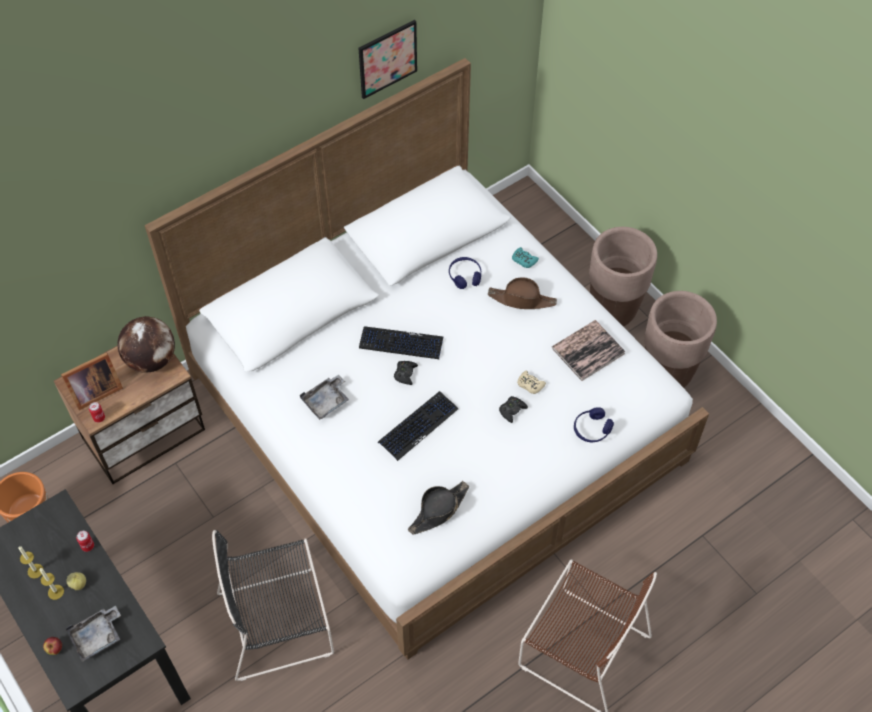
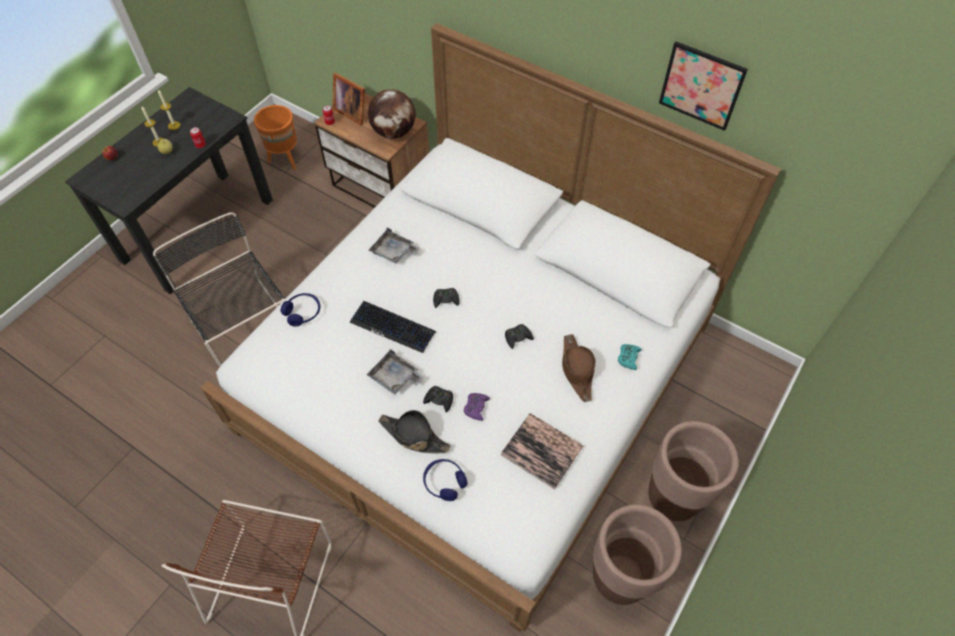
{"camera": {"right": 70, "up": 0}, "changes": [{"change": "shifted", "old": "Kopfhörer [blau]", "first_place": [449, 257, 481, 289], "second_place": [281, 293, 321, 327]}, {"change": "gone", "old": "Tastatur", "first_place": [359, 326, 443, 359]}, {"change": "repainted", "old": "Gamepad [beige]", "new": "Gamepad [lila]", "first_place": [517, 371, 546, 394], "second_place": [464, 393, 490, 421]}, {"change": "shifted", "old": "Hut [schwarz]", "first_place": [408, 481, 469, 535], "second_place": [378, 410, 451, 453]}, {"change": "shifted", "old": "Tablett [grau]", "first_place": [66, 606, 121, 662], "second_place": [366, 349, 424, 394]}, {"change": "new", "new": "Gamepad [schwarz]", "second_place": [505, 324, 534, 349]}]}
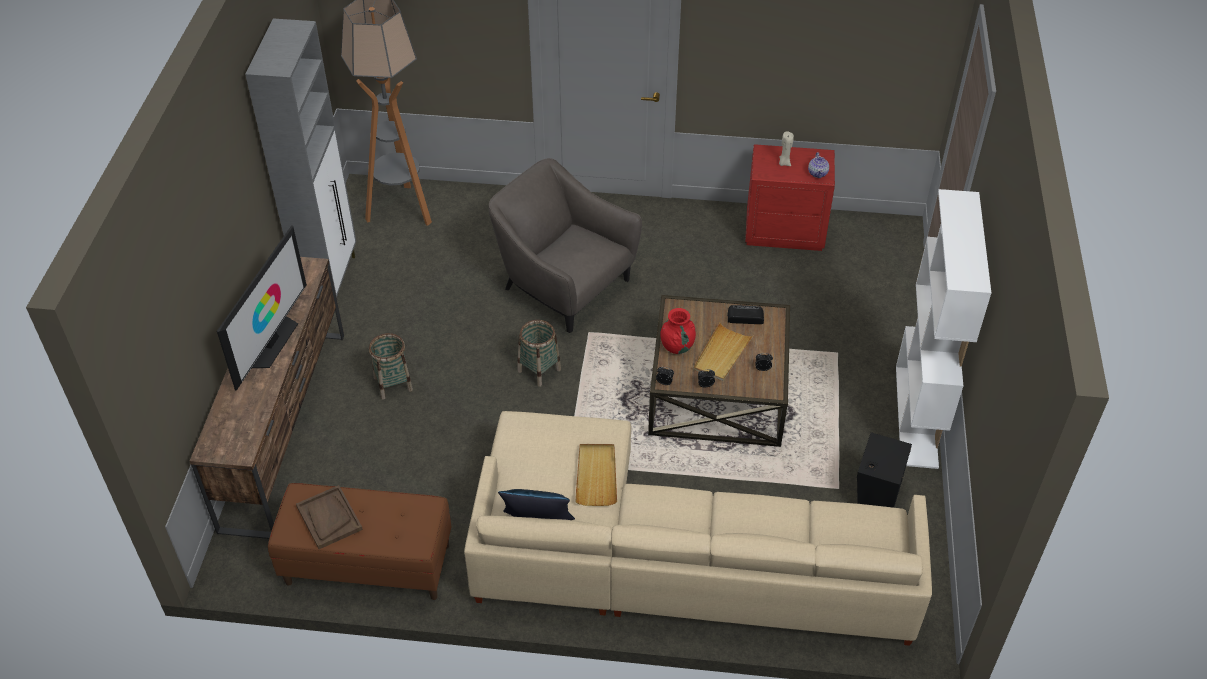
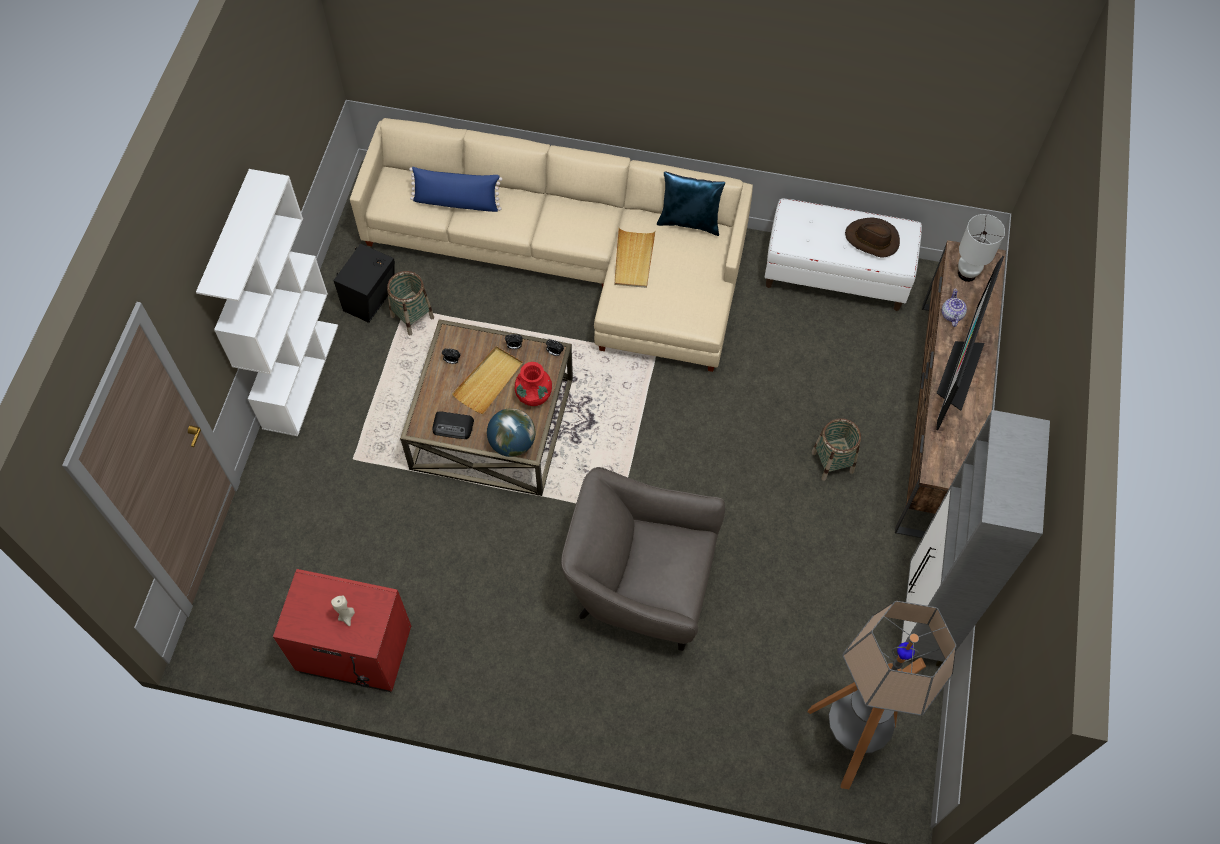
{"camera": {"right": -175, "up": 15}, "changes": [{"change": "shifted", "old": "Teekanne", "first_place": [808, 152, 829, 178], "second_place": [941, 288, 967, 327]}, {"change": "rotated", "old": "Sessel [grau]", "first_place": [489, 158, 642, 333], "second_place": [561, 467, 725, 651], "degrees": 150}, {"change": "shifted", "old": "Korb", "first_place": [517, 320, 561, 387], "second_place": [387, 271, 434, 335]}, {"change": "repainted", "old": "Bank [braun]", "new": "Bank [weiß]", "first_place": [268, 483, 451, 600], "second_place": [764, 198, 922, 311]}, {"change": "swapped", "old": "Tablett [braun]", "new": "Hut [braun]", "first_place": [296, 485, 363, 549], "second_place": [845, 217, 900, 258]}, {"change": "new", "new": "Kissen [blau]", "second_place": [409, 167, 502, 212]}, {"change": "new", "new": "Tischlampe [weiß]", "second_place": [958, 214, 1005, 282]}, {"change": "new", "new": "Globus", "second_place": [487, 408, 535, 457]}]}
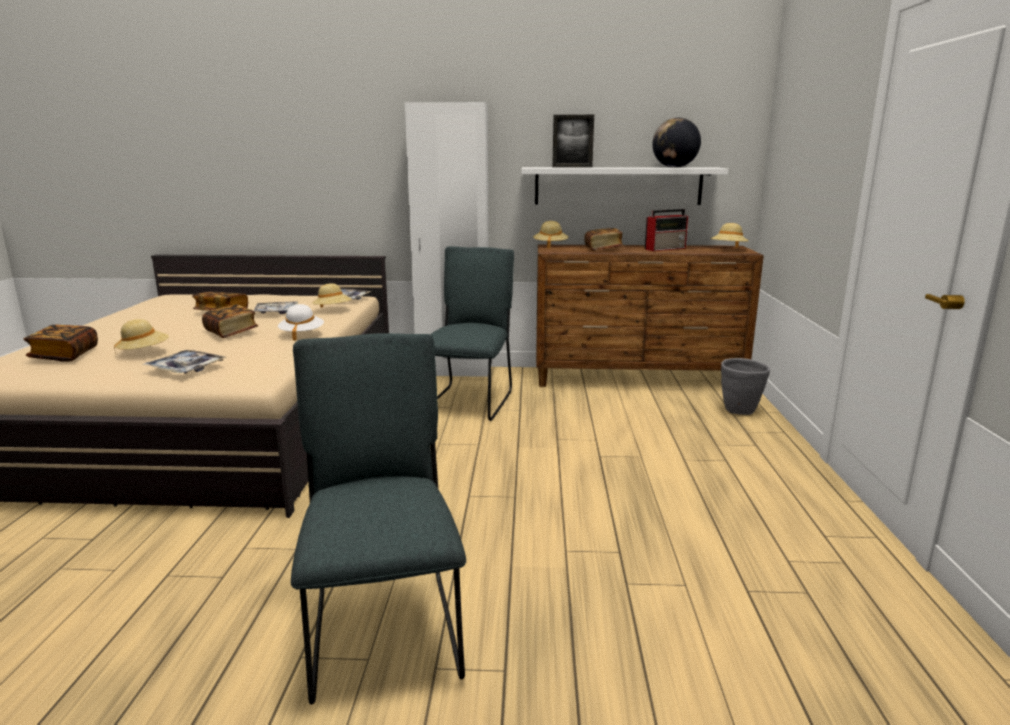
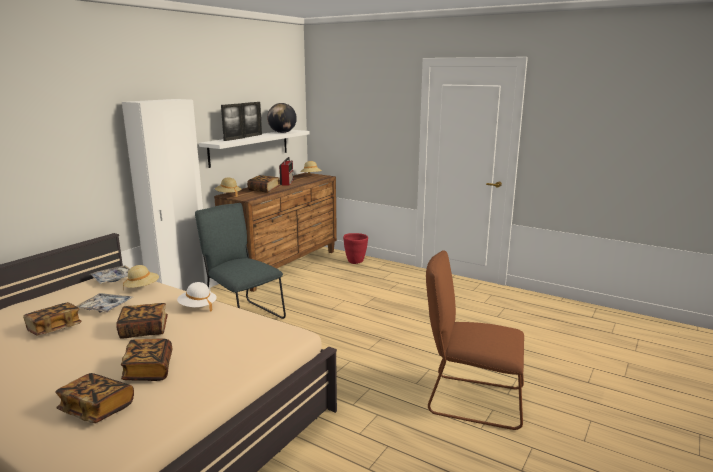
{"camera": {"right": -60, "up": 0}, "changes": [{"change": "swapped", "old": "Hut [beige]", "new": "Buch", "first_place": [114, 319, 169, 355], "second_place": [121, 339, 172, 381]}, {"change": "repainted", "old": "Stuhl [grau]", "new": "Stuhl [braun]", "first_place": [291, 333, 466, 705], "second_place": [426, 250, 524, 430]}, {"change": "gone", "old": "Tablett", "first_place": [142, 350, 227, 374]}, {"change": "repainted", "old": "Pflanzkübel [grau]", "new": "Pflanzkübel [rot]", "first_place": [721, 358, 770, 415], "second_place": [343, 233, 368, 264]}, {"change": "new", "new": "Bilderrahmen", "second_place": [243, 102, 262, 138]}]}
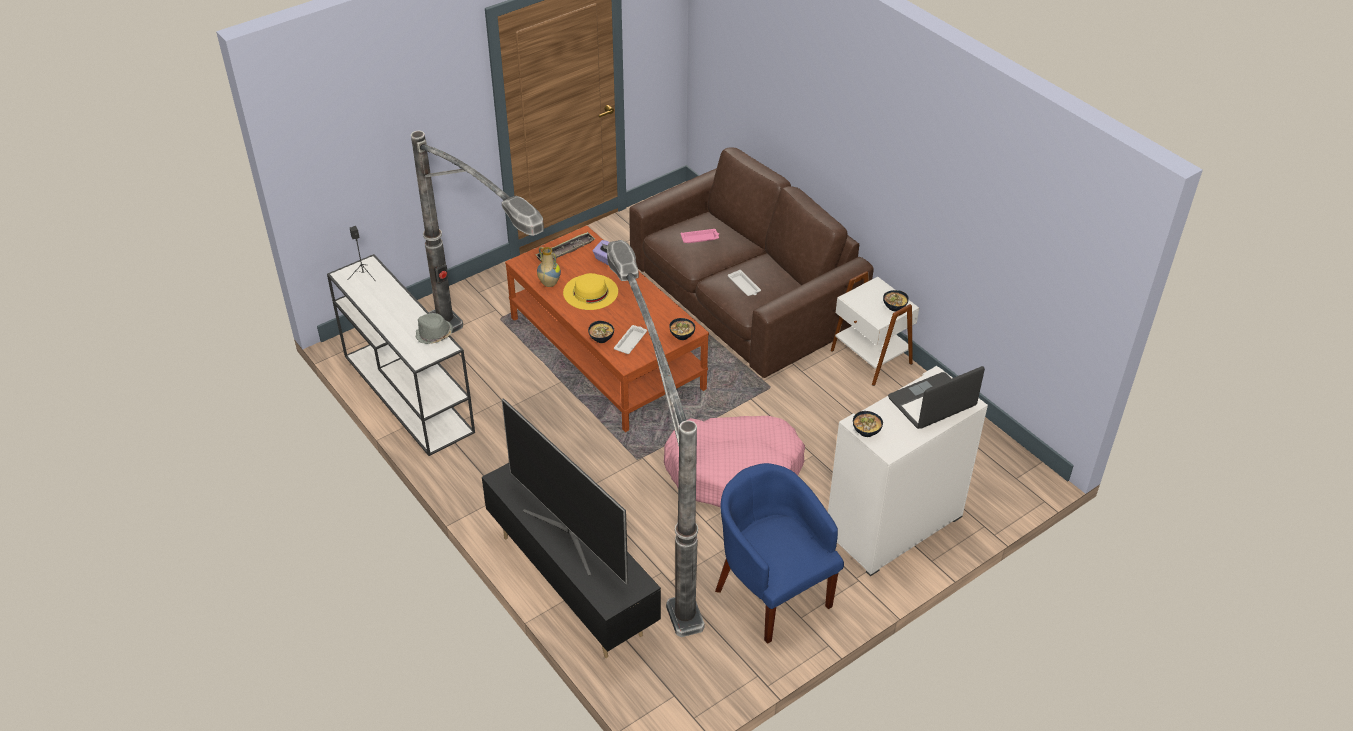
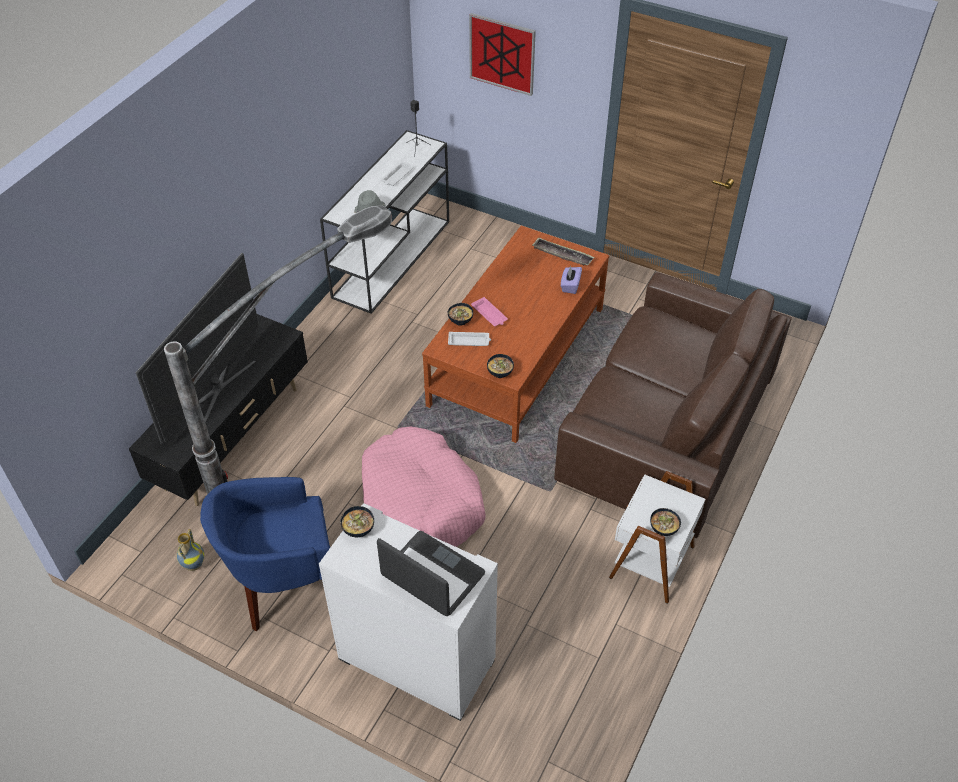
{"camera": {"right": 65, "up": 5}, "changes": [{"change": "gone", "old": "Stehlampe", "first_place": [411, 131, 544, 334]}, {"change": "shifted", "old": "Tablett [rosa]", "first_place": [681, 229, 719, 243], "second_place": [471, 297, 508, 326]}, {"change": "shifted", "old": "Vase", "first_place": [537, 247, 561, 287], "second_place": [176, 529, 204, 571]}, {"change": "shifted", "old": "Tablett [weiß]", "first_place": [728, 270, 761, 296], "second_place": [381, 161, 414, 186]}, {"change": "gone", "old": "Hut [gelb]", "first_place": [563, 273, 618, 310]}, {"change": "rotated", "old": "Sessel [blau]", "first_place": [715, 463, 844, 644], "second_place": [200, 477, 330, 632], "degrees": -135}, {"change": "new", "new": "Bild", "second_place": [469, 13, 536, 96]}]}
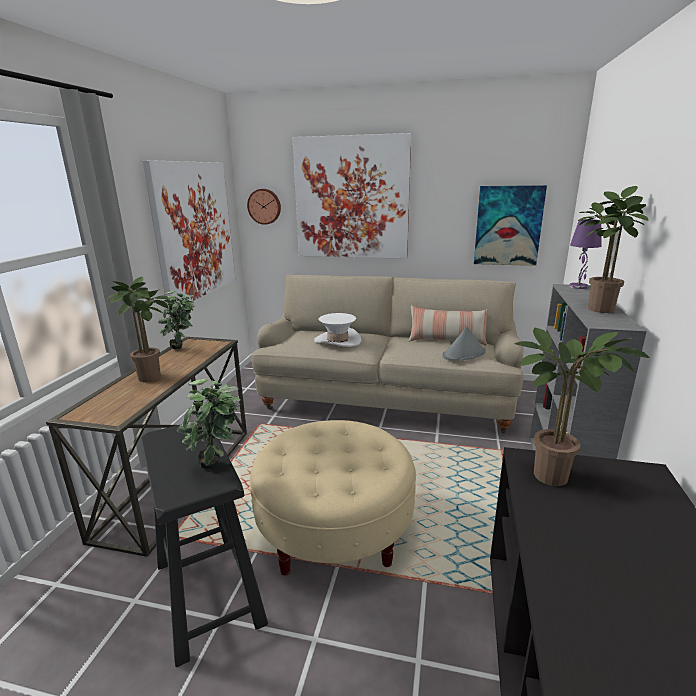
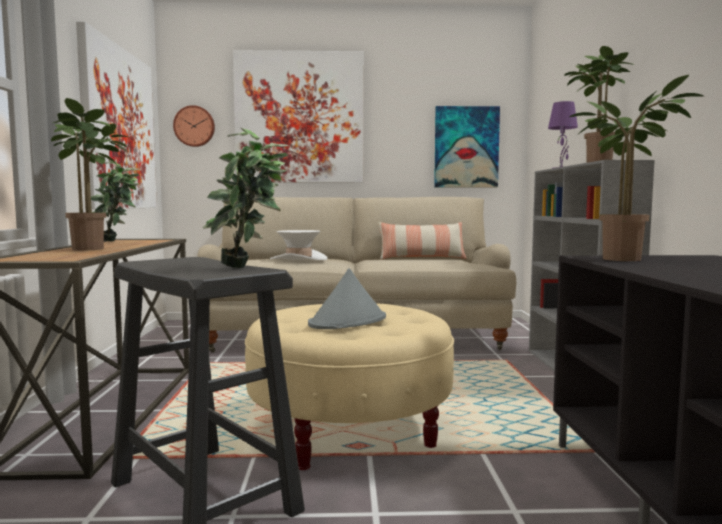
{"camera": {"right": -15, "up": -15}, "changes": [{"change": "shifted", "old": "Hut [grau]", "first_place": [443, 327, 486, 361], "second_place": [308, 268, 386, 329]}]}
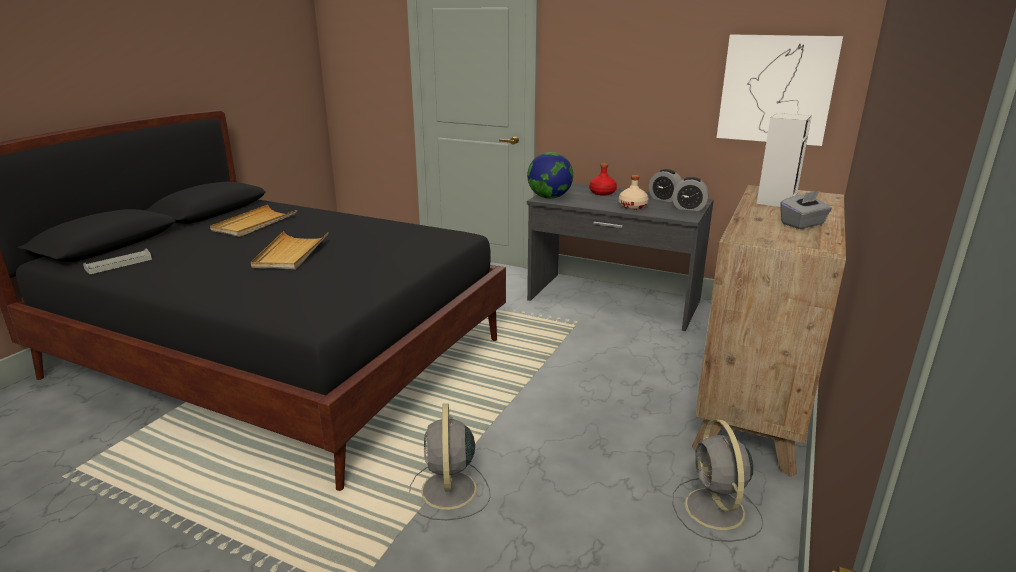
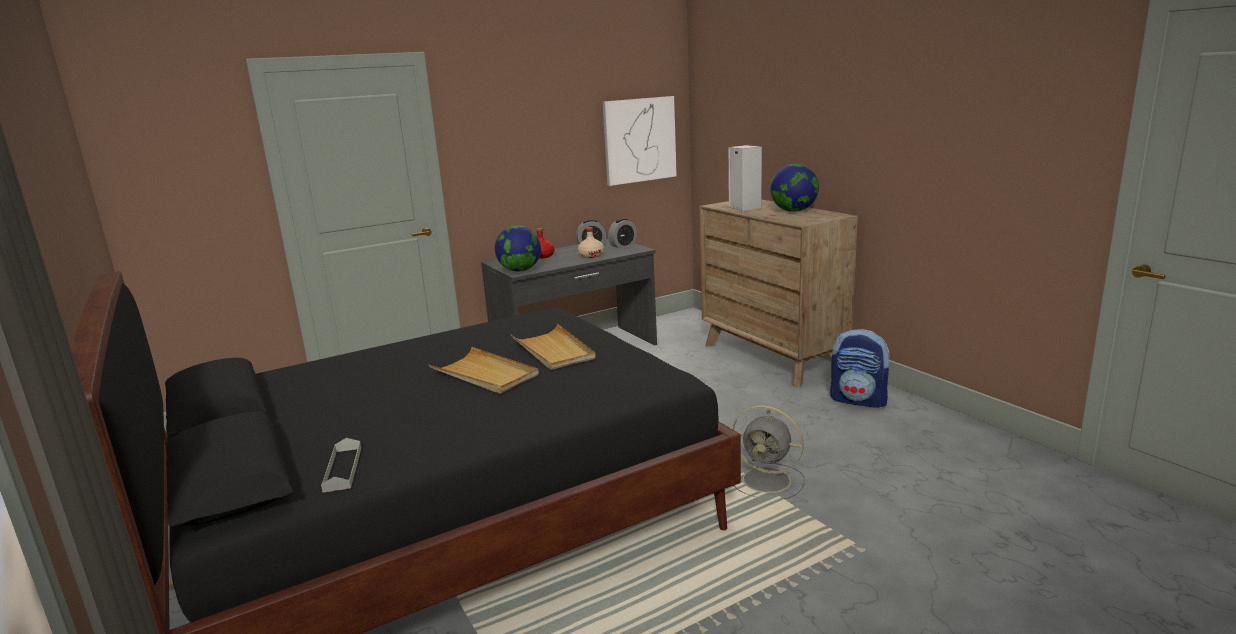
{"camera": {"right": -55, "up": -5}, "changes": [{"change": "swapped", "old": "Taschentuchbox [grau]", "new": "Globus", "first_place": [780, 191, 832, 229], "second_place": [770, 164, 819, 212]}, {"change": "shifted", "old": "Tablett [beige]", "first_place": [210, 205, 297, 237], "second_place": [510, 324, 596, 370]}, {"change": "swapped", "old": "Ventilator [grau]", "new": "Rucksack", "first_place": [673, 419, 764, 542], "second_place": [830, 329, 892, 408]}]}
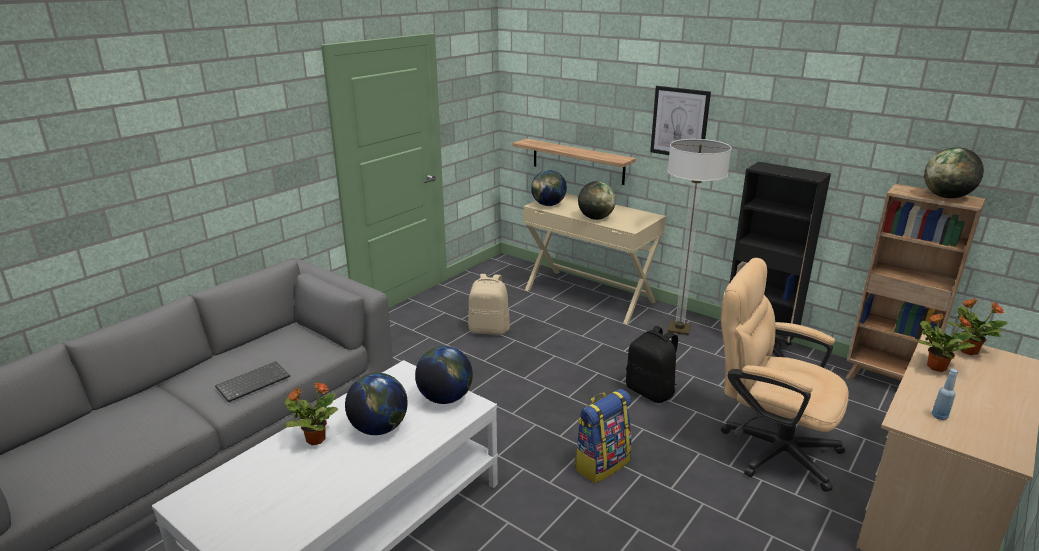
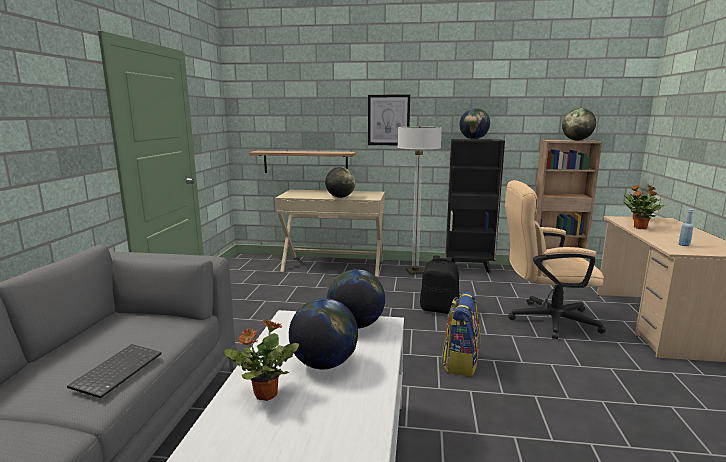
{"camera": {"right": -30, "up": -10}, "changes": [{"change": "shifted", "old": "Globus", "first_place": [531, 170, 567, 206], "second_place": [459, 108, 490, 140]}, {"change": "gone", "old": "Rucksack [beige]", "first_place": [468, 274, 510, 335]}]}
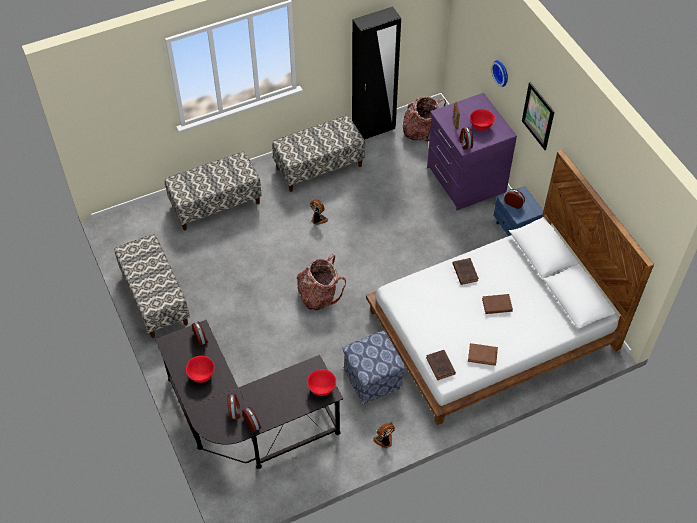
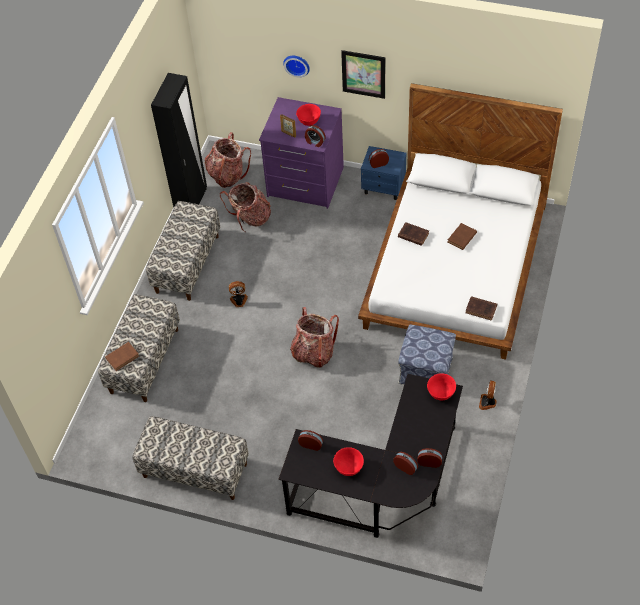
{"camera": {"right": -45, "up": 0}, "changes": [{"change": "shifted", "old": "Buch [braun]", "first_place": [468, 343, 498, 366], "second_place": [105, 342, 139, 371]}, {"change": "new", "new": "Rucksack", "second_place": [220, 182, 271, 232]}]}
